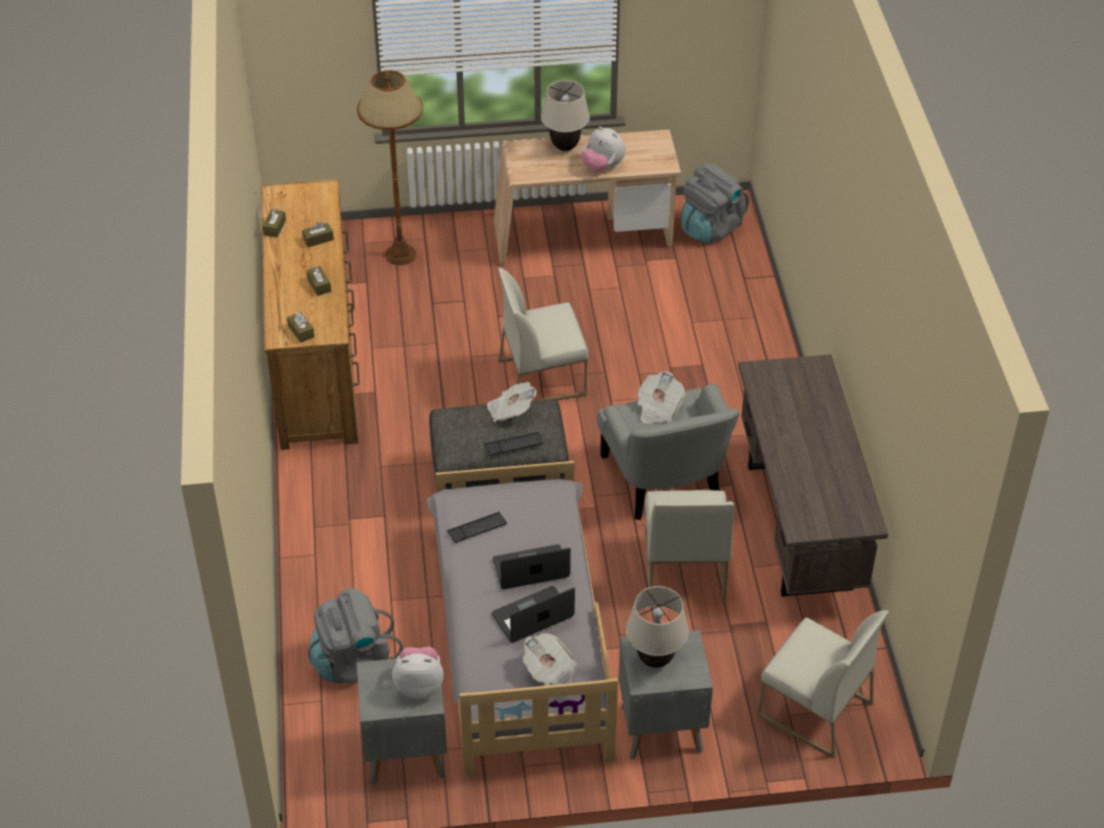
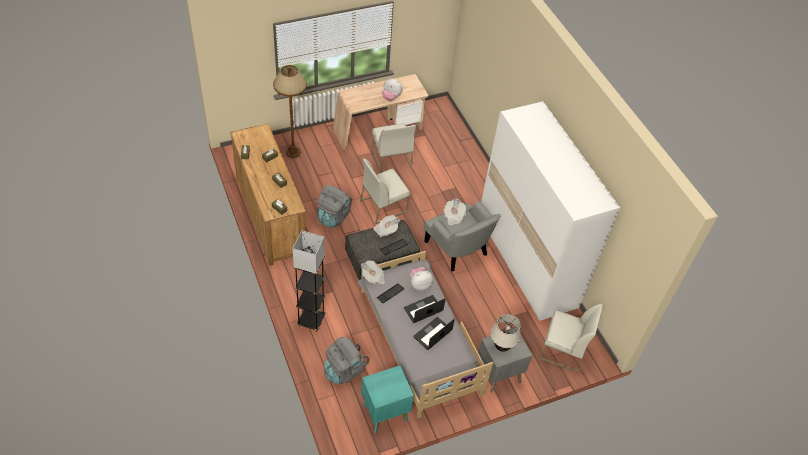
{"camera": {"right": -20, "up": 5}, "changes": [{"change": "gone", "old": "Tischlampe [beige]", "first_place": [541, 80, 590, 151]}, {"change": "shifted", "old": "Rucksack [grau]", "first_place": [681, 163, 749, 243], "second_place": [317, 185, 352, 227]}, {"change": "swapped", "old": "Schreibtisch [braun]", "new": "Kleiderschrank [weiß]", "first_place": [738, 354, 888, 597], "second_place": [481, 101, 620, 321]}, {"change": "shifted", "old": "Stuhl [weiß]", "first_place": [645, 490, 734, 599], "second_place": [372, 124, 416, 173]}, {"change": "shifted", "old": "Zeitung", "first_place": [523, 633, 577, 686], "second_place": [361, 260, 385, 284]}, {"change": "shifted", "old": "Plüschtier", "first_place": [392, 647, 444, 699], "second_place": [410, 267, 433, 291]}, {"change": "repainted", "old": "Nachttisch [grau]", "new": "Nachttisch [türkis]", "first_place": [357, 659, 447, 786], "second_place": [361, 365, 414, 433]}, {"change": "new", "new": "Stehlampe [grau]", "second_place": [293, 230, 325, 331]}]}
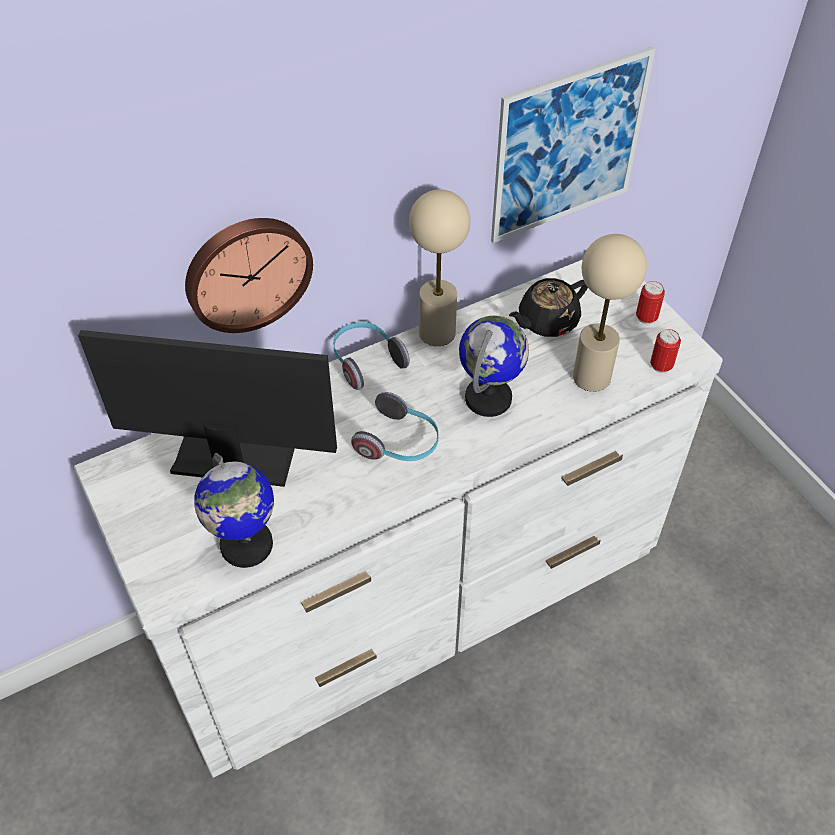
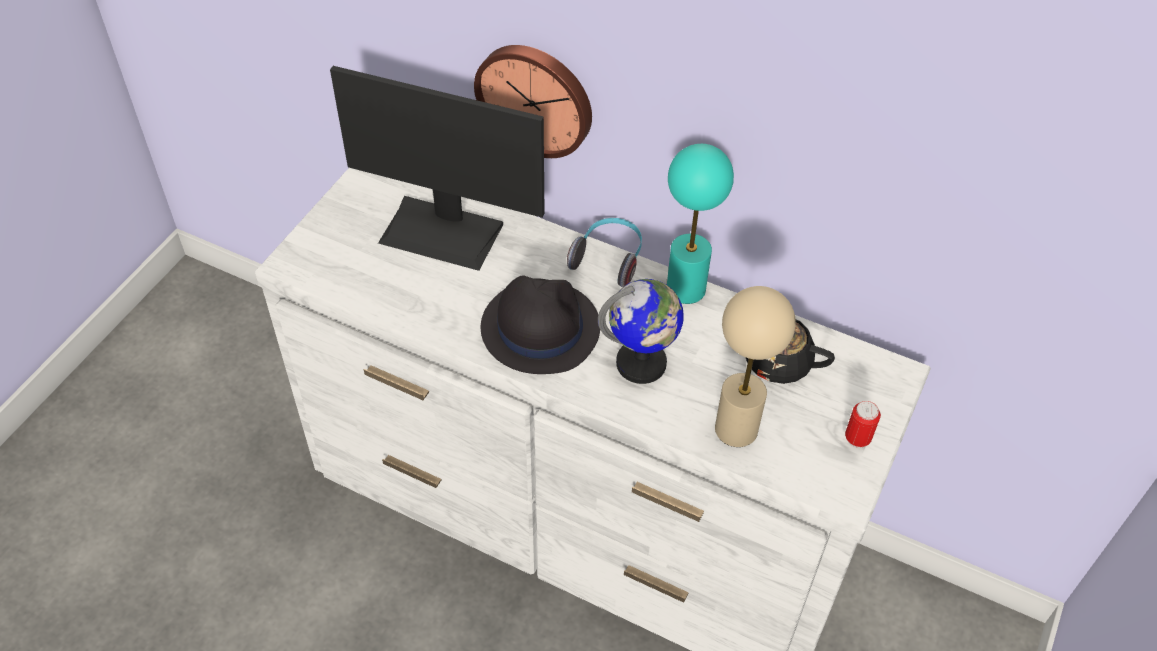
{"camera": {"right": 55, "up": 0}, "changes": [{"change": "gone", "old": "Bild", "first_place": [491, 46, 655, 243]}, {"change": "repainted", "old": "Tischlampe [beige]", "new": "Tischlampe [türkis]", "first_place": [409, 189, 471, 346], "second_place": [667, 144, 734, 304]}, {"change": "gone", "old": "Dose", "first_place": [650, 329, 681, 373]}, {"change": "rotated", "old": "Monitor", "first_place": [78, 330, 337, 487], "second_place": [330, 66, 545, 271], "degrees": 135}, {"change": "swapped", "old": "Kopfhörer", "new": "Hut [schwarz]", "first_place": [351, 392, 439, 461], "second_place": [481, 275, 600, 374]}, {"change": "gone", "old": "Globus", "first_place": [194, 453, 274, 568]}]}
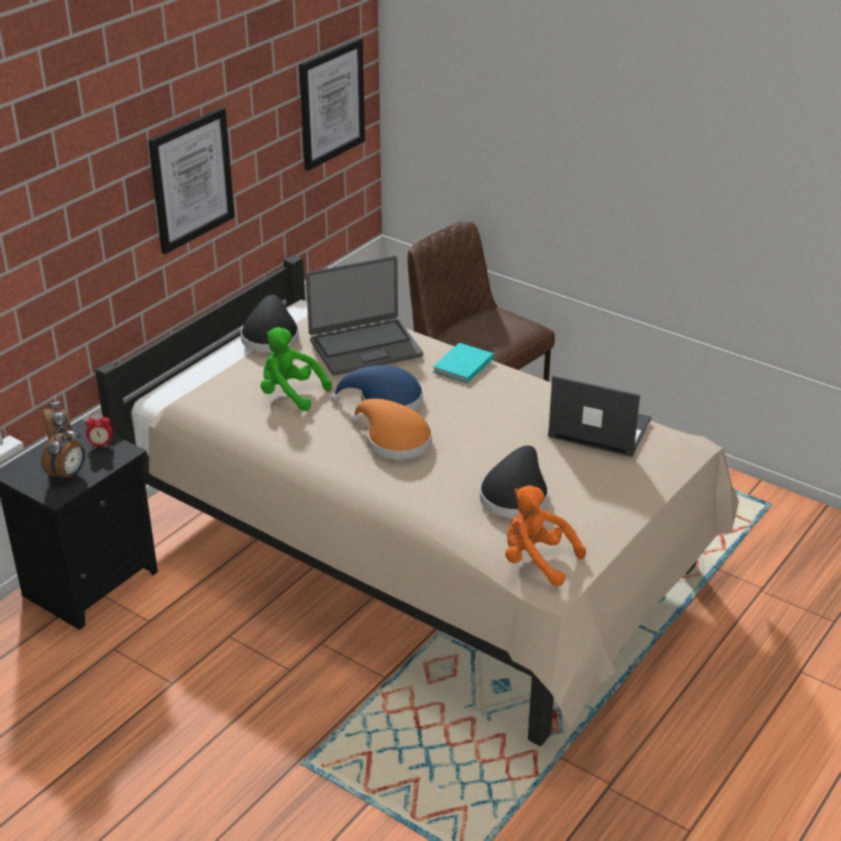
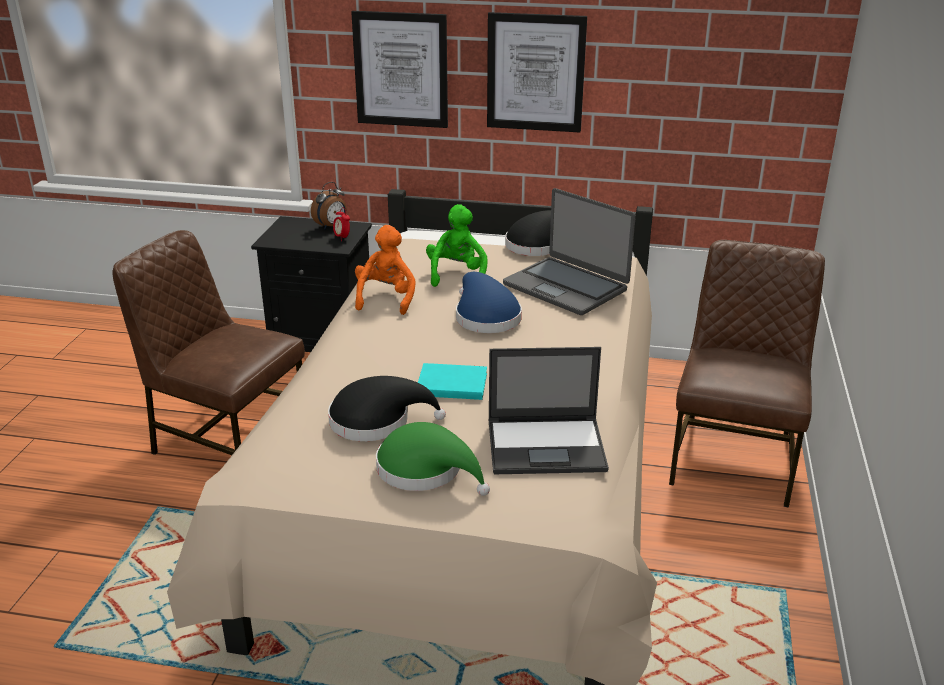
{"camera": {"right": 65, "up": -5}, "changes": [{"change": "shifted", "old": "Bild", "first_place": [299, 38, 365, 171], "second_place": [351, 11, 448, 128]}, {"change": "shifted", "old": "Buch [türkis]", "first_place": [433, 343, 493, 383], "second_place": [418, 363, 487, 400]}, {"change": "rotated", "old": "Laptop", "first_place": [548, 376, 652, 457], "second_place": [489, 347, 609, 474], "degrees": 90}, {"change": "gone", "old": "Hut [orange]", "first_place": [351, 399, 432, 460]}, {"change": "gone", "old": "Wecker", "first_place": [41, 425, 85, 482]}, {"change": "shifted", "old": "Plüschtier [orange]", "first_place": [505, 485, 586, 586], "second_place": [355, 225, 416, 315]}, {"change": "new", "new": "Stuhl [braun]", "second_place": [112, 230, 305, 455]}, {"change": "new", "new": "Hut [grün]", "second_place": [376, 422, 490, 496]}]}
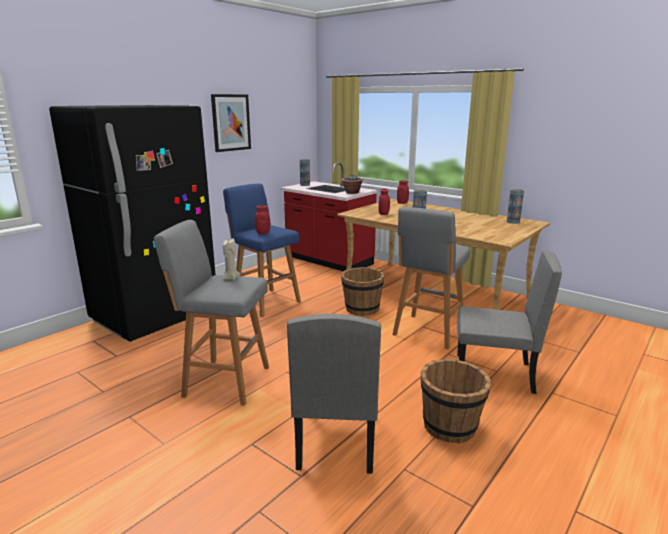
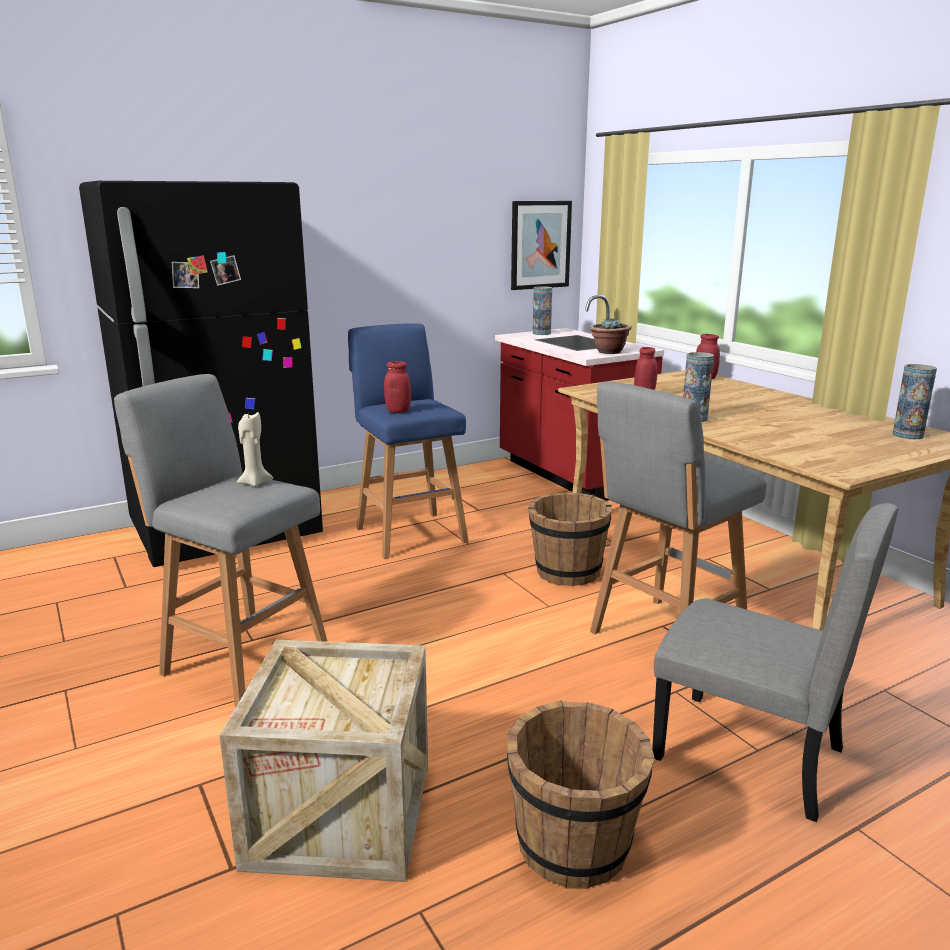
{"camera": {"right": 20, "up": 0}, "changes": [{"change": "shifted", "old": "Bild", "first_place": [211, 94, 251, 152], "second_place": [511, 201, 572, 290]}, {"change": "swapped", "old": "Stuhl [grau]", "new": "Kiste", "first_place": [287, 314, 381, 474], "second_place": [219, 640, 428, 882]}]}
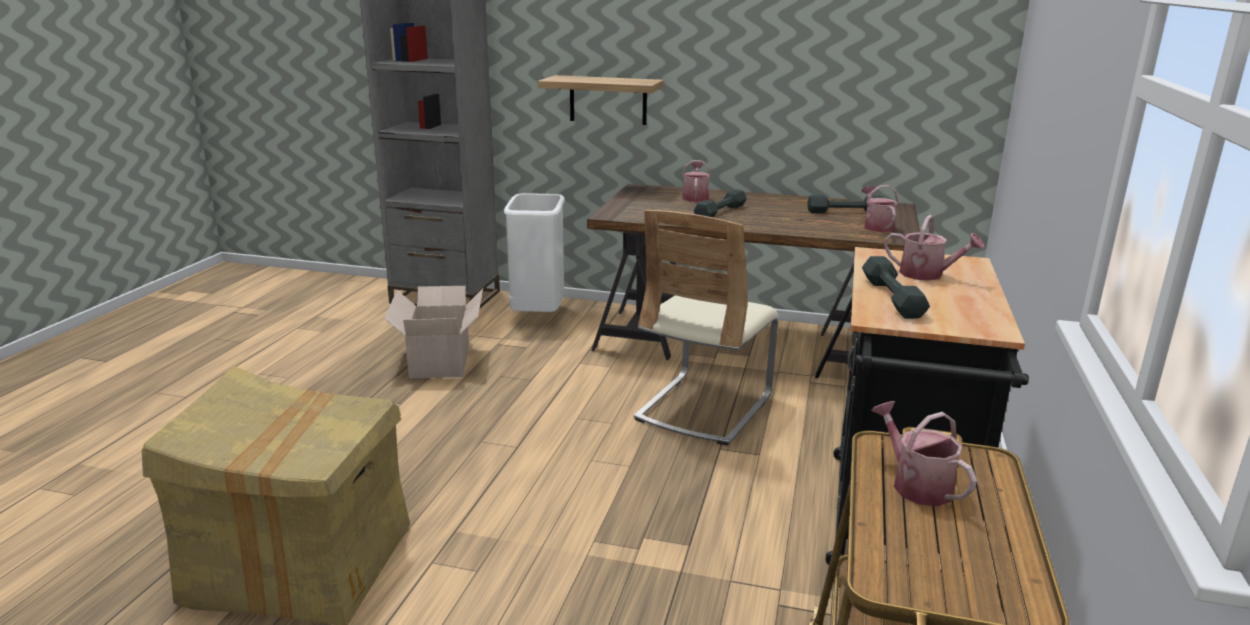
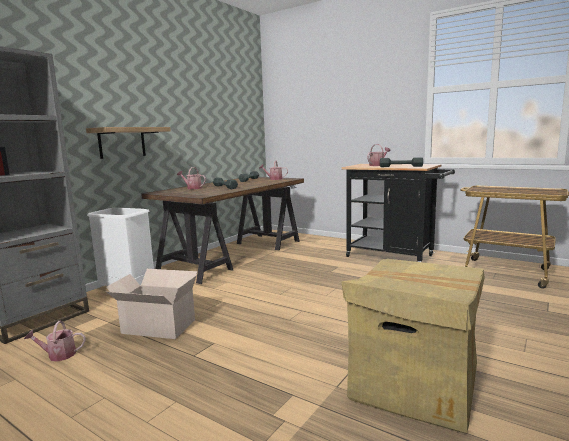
{"camera": {"right": -70, "up": -10}, "changes": [{"change": "gone", "old": "Stuhl [beige]", "first_place": [633, 210, 779, 445]}, {"change": "shifted", "old": "Gießkanne", "first_place": [871, 401, 977, 506], "second_place": [24, 321, 86, 361]}]}
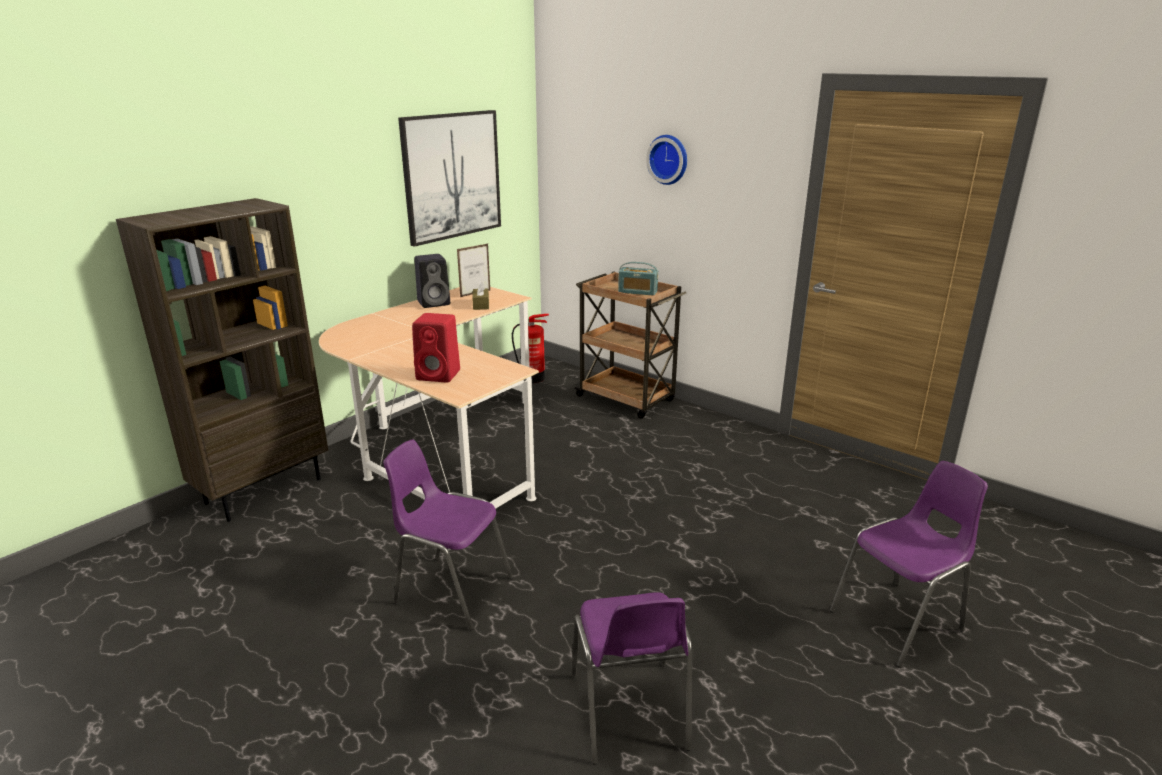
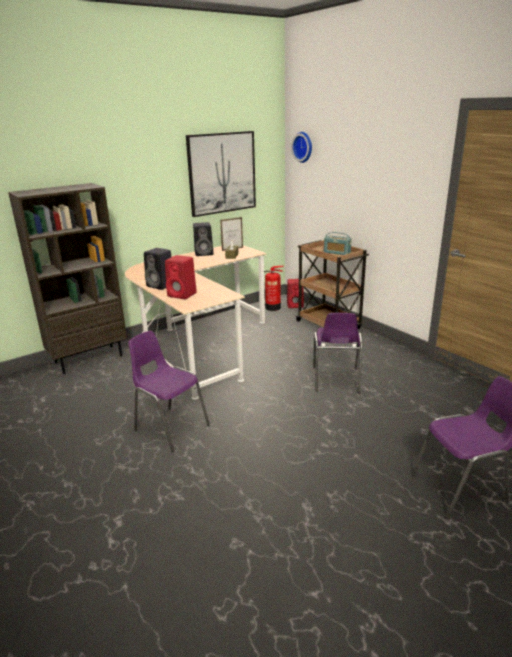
{"camera": {"right": 15, "up": 0}, "changes": [{"change": "shifted", "old": "Wanduhr", "first_place": [646, 135, 687, 185], "second_place": [291, 132, 312, 163]}, {"change": "shifted", "old": "Stuhl [lila]", "first_place": [571, 592, 692, 765], "second_place": [313, 313, 363, 393]}, {"change": "new", "new": "Lautsprecher [schwarz]", "second_place": [144, 248, 171, 290]}, {"change": "new", "new": "Lautsprecher [rot]", "second_place": [287, 279, 304, 308]}]}
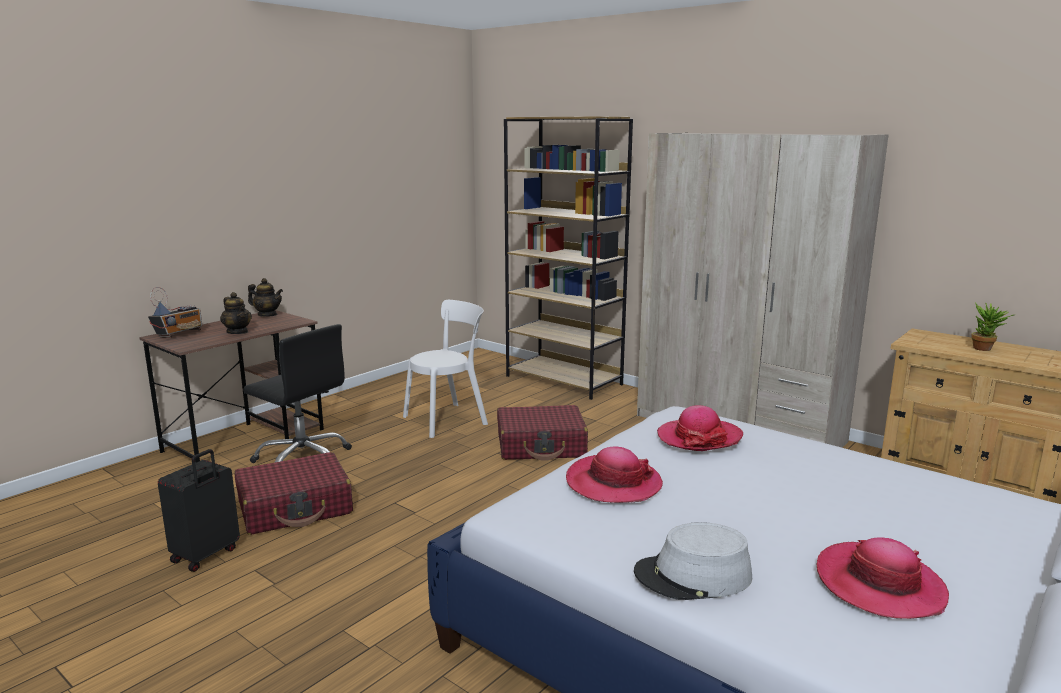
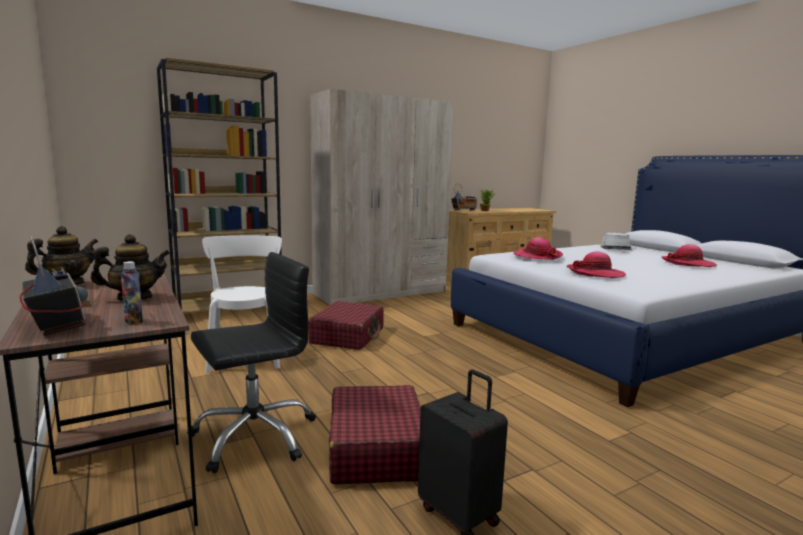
{"camera": {"right": -70, "up": -5}, "changes": [{"change": "shifted", "old": "Hut [grau]", "first_place": [634, 522, 752, 600], "second_place": [600, 233, 632, 250]}, {"change": "new", "new": "Radio", "second_place": [451, 183, 477, 210]}, {"change": "new", "new": "Flasche", "second_place": [121, 261, 143, 324]}]}
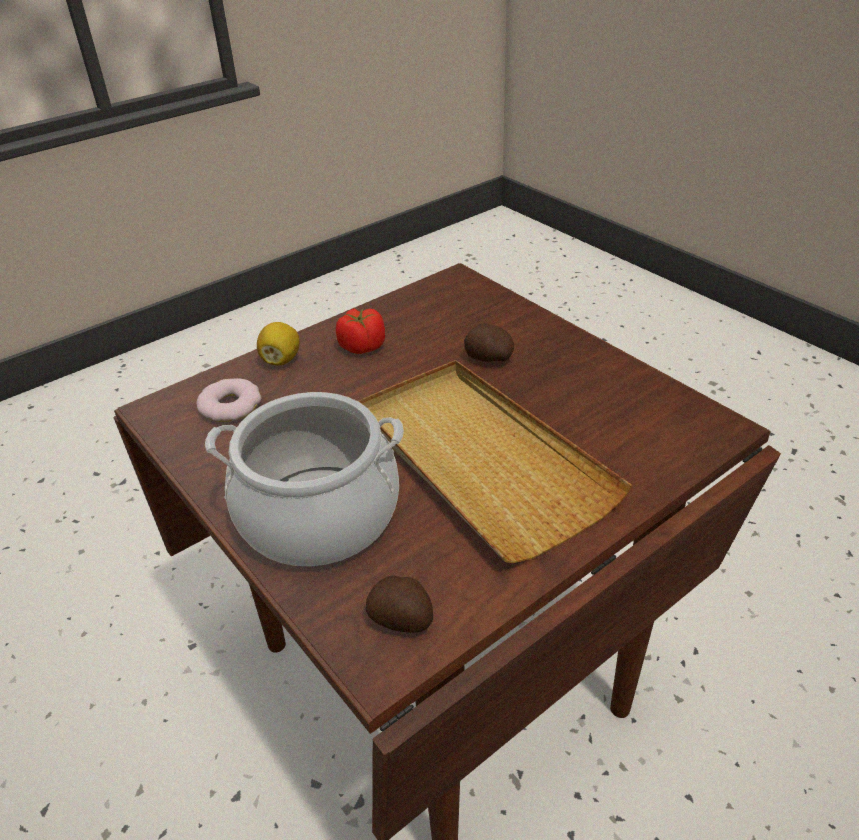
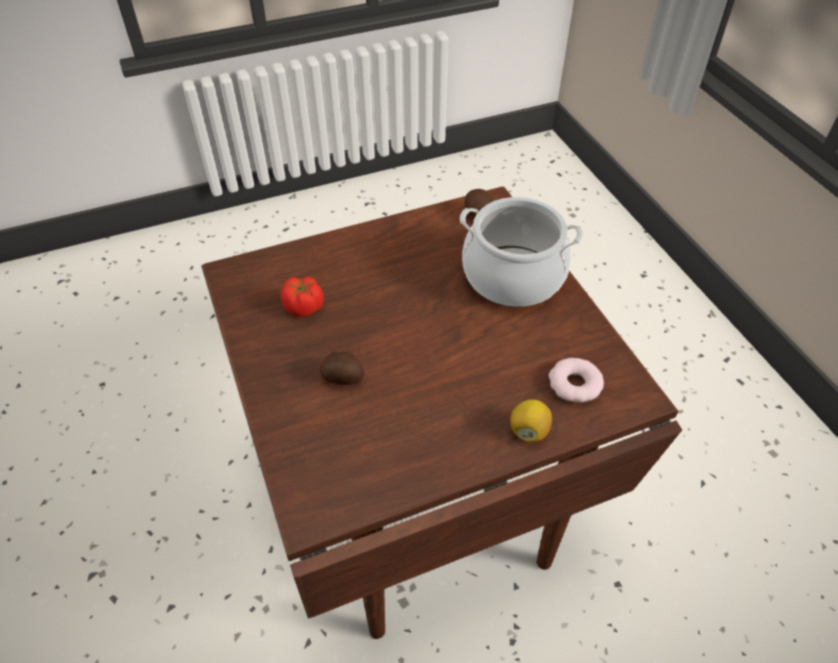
{"camera": {"right": -165, "up": 10}, "changes": [{"change": "shifted", "old": "Tomate", "first_place": [336, 308, 385, 354], "second_place": [280, 277, 324, 317]}, {"change": "gone", "old": "Tablett [beige]", "first_place": [358, 360, 632, 563]}]}
